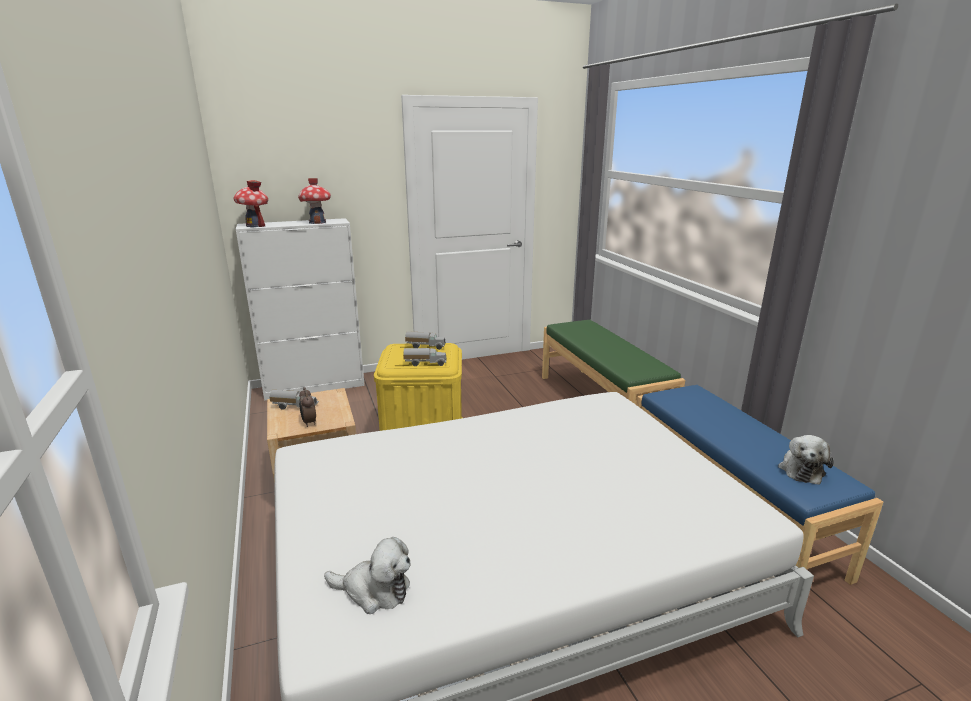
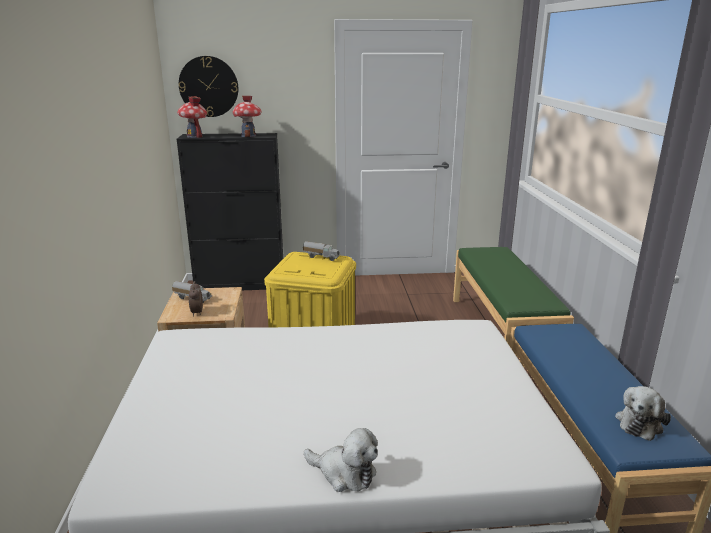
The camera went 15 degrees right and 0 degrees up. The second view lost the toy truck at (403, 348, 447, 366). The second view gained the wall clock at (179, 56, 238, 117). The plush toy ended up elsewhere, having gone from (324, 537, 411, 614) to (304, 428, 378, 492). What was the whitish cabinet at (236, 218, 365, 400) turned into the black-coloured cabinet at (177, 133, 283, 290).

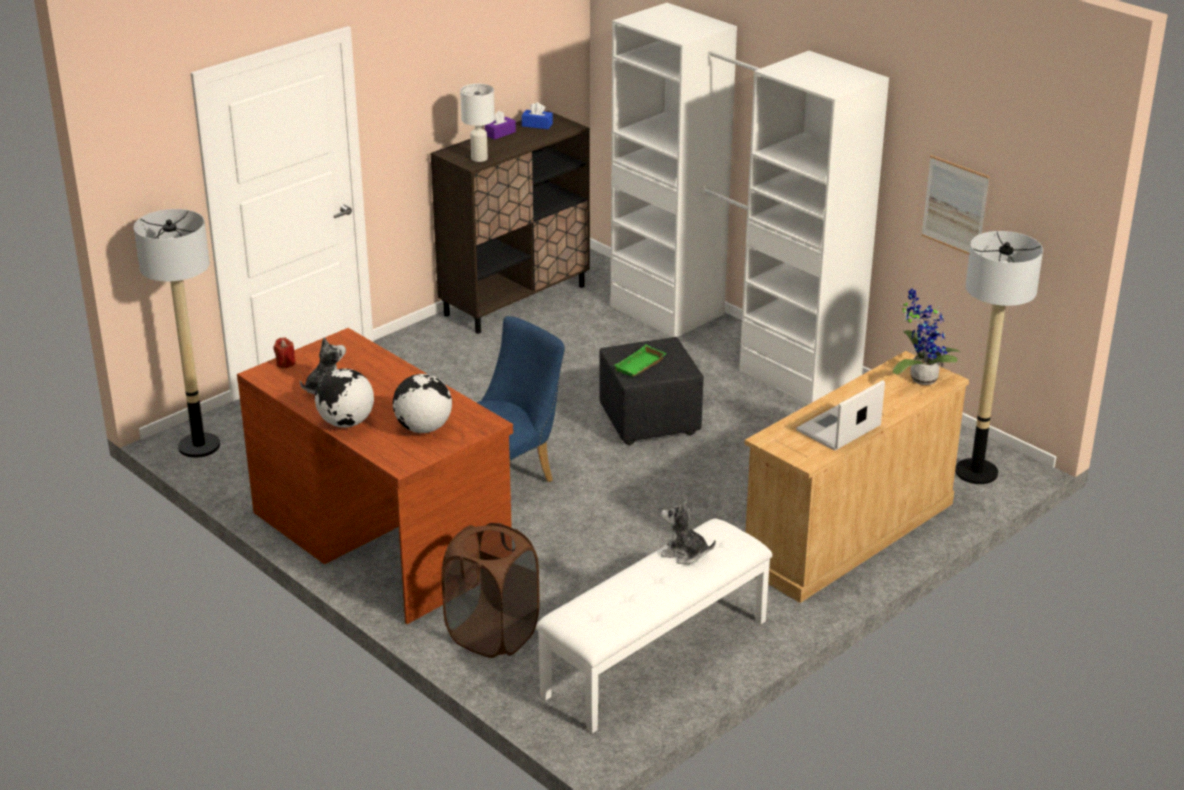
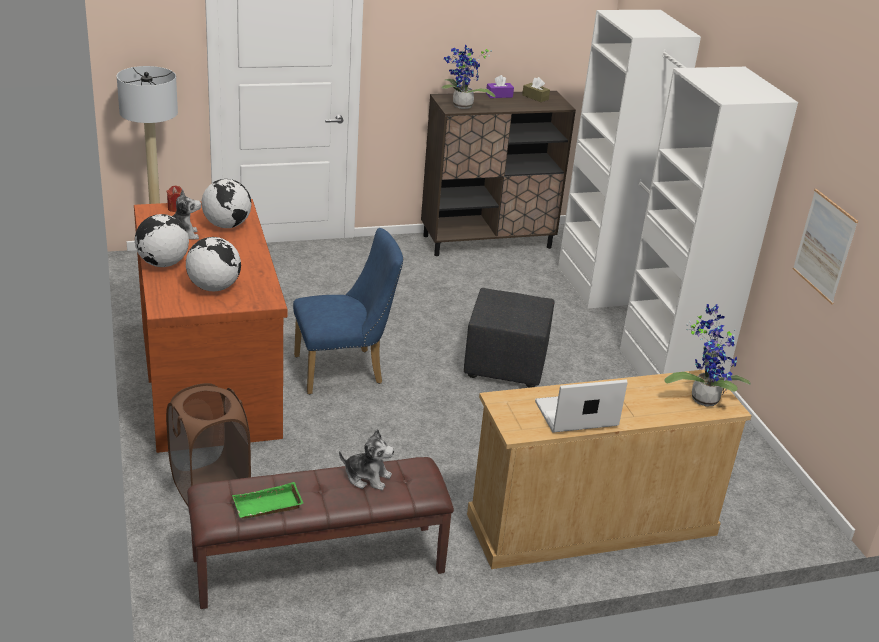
The camera went 25 degrees right and 0 degrees up. The second view lost the standard lamp at (955, 231, 1043, 484). The second view gained the world globe at (201, 179, 251, 228). The green tray ended up elsewhere, having gone from (614, 344, 667, 377) to (232, 482, 304, 519). Where the whitish tabletop lamp stood at (460, 84, 495, 162), the potted plant came to stand at (442, 44, 496, 109). What was the bluish tissue box at (522, 102, 553, 129) turned into the brown-coloured tissue box at (522, 77, 550, 102). What was the whitish long seat at (536, 519, 772, 733) turned into the brown-coloured long seat at (187, 457, 454, 609). The plush toy at (661, 499, 716, 564) ended up facing another way, 150 degrees clockwise from before.

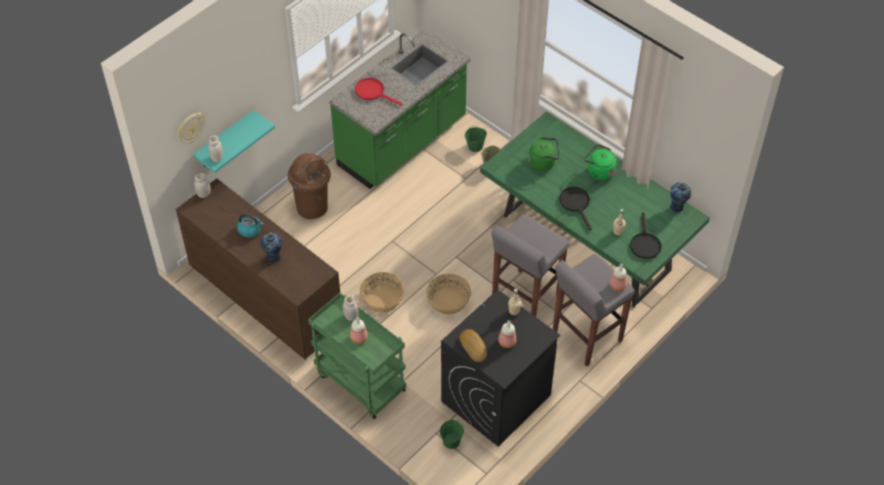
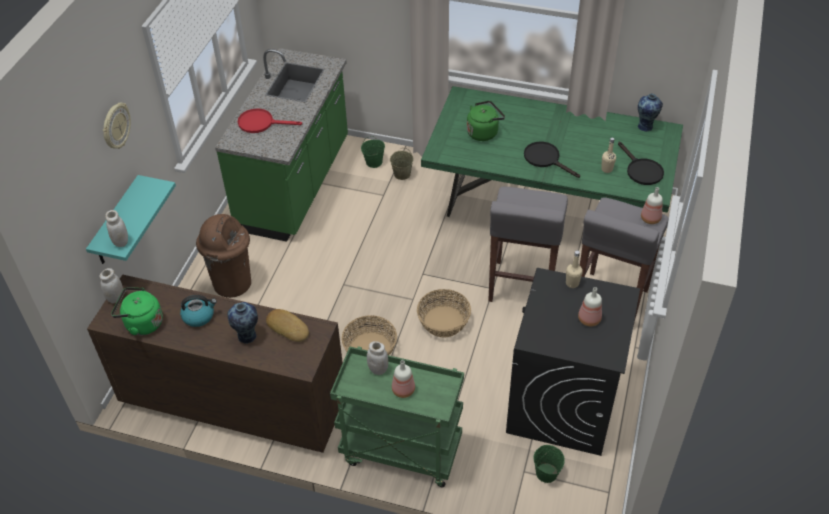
The camera went 25 degrees left and 5 degrees down. The wall clock ended up elsewhere, having gone from (177, 112, 205, 143) to (103, 103, 131, 149). The baked bread ended up elsewhere, having gone from (459, 329, 487, 362) to (266, 309, 309, 342). The green water kettle ended up elsewhere, having gone from (584, 144, 617, 180) to (111, 287, 163, 335).

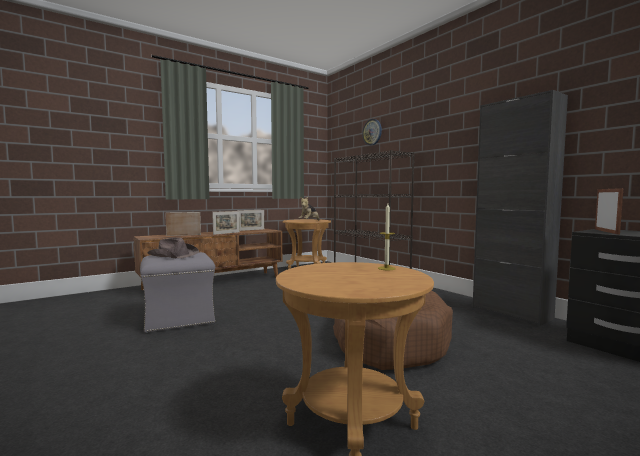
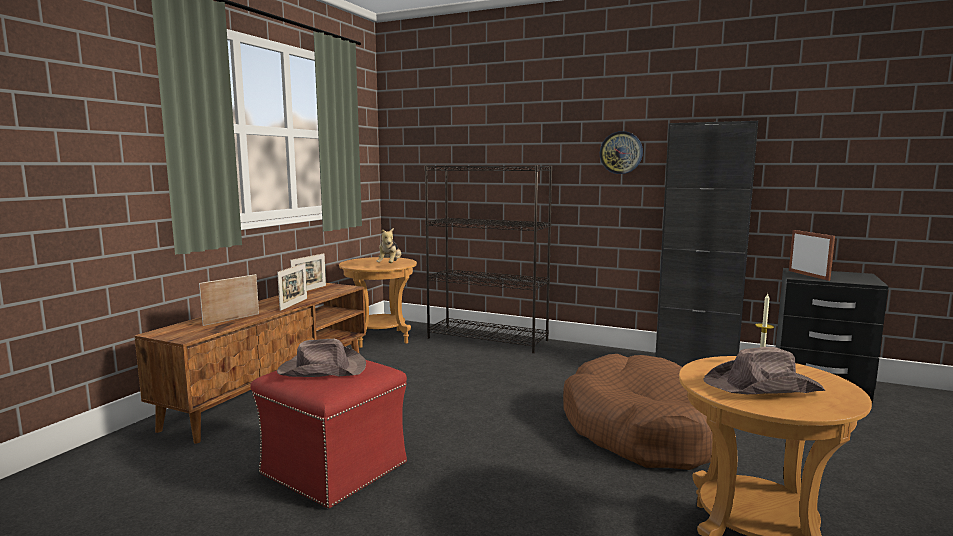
The camera went 30 degrees left and 5 degrees up. The second view gained the brown-coloured wearable hat at (703, 347, 825, 394). The wall clock ended up elsewhere, having gone from (362, 119, 382, 145) to (600, 131, 643, 174). What was the grey ottoman at (140, 252, 216, 333) turned into the reddish ottoman at (250, 360, 407, 509).

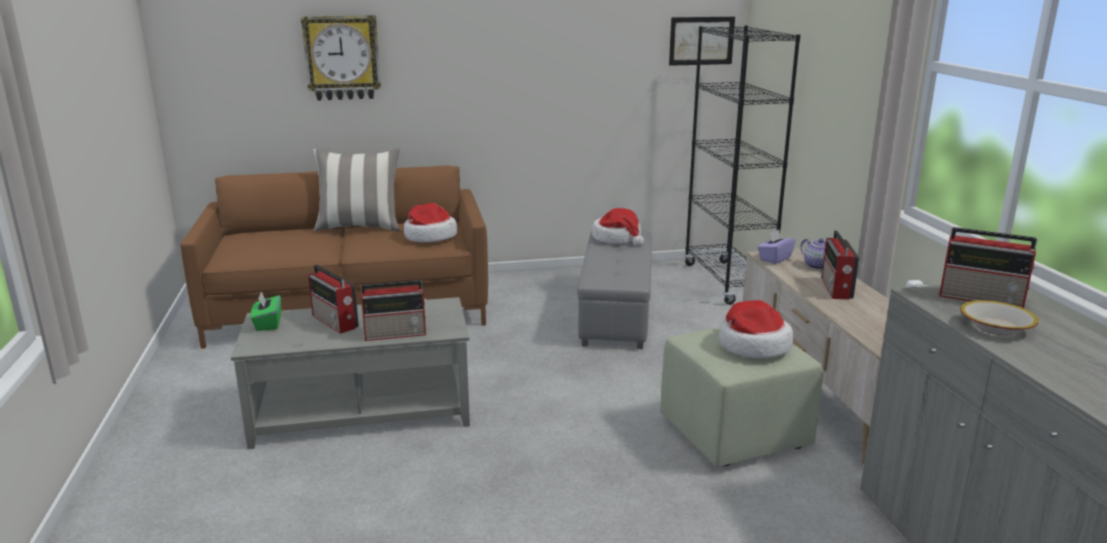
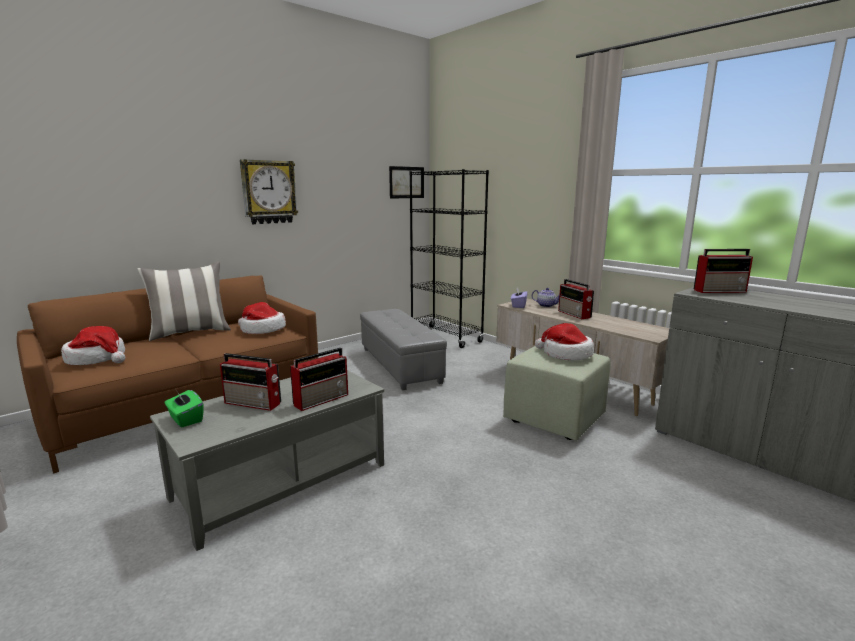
The camera went 30 degrees left and 5 degrees down. The second view lost the deep dish at (960, 300, 1039, 335). The wall clock ended up elsewhere, having gone from (301, 15, 381, 100) to (240, 159, 298, 224). The wearable hat ended up elsewhere, having gone from (592, 208, 644, 247) to (61, 326, 126, 365).

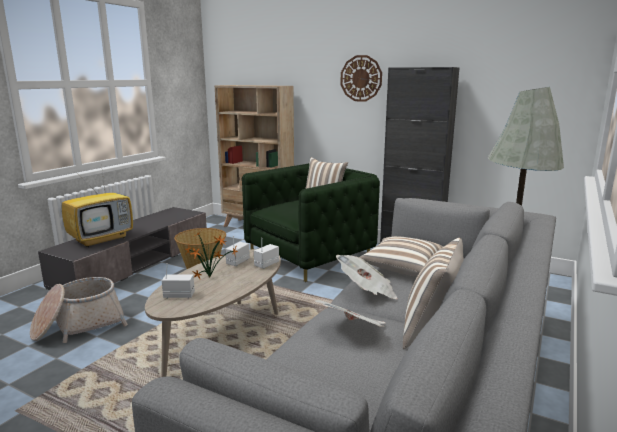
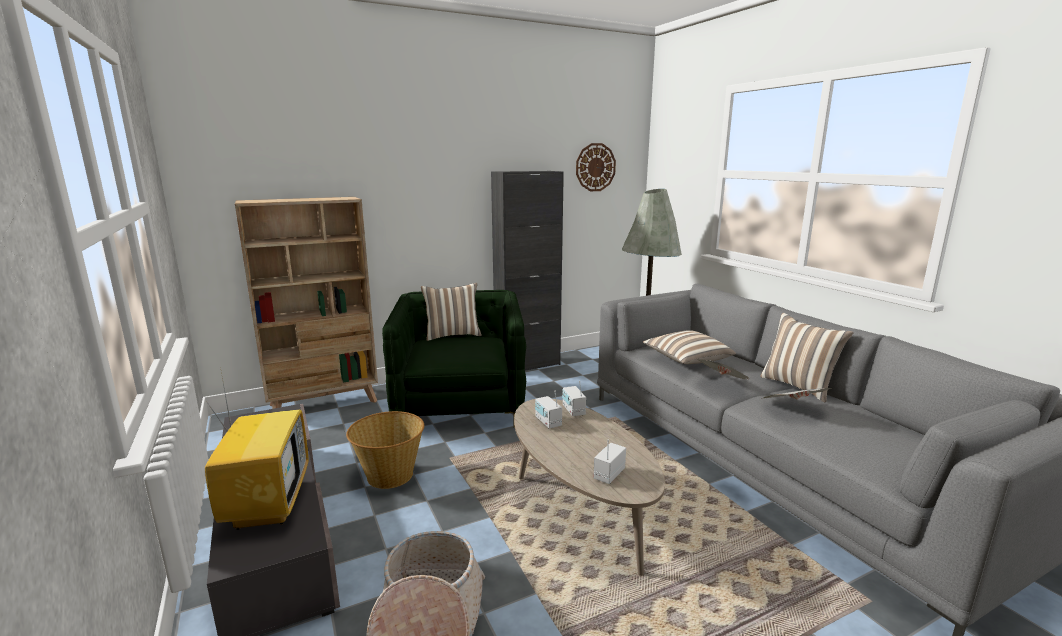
The camera went 55 degrees left and 0 degrees up. The second view lost the potted plant at (186, 233, 238, 279). The wall clock ended up elsewhere, having gone from (340, 55, 382, 102) to (576, 143, 616, 191).

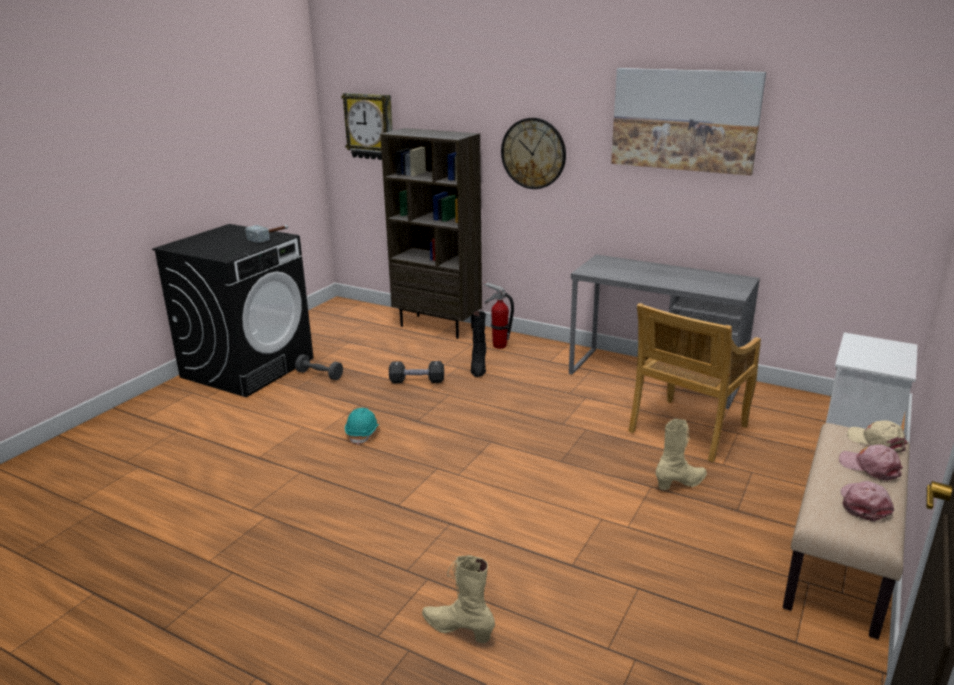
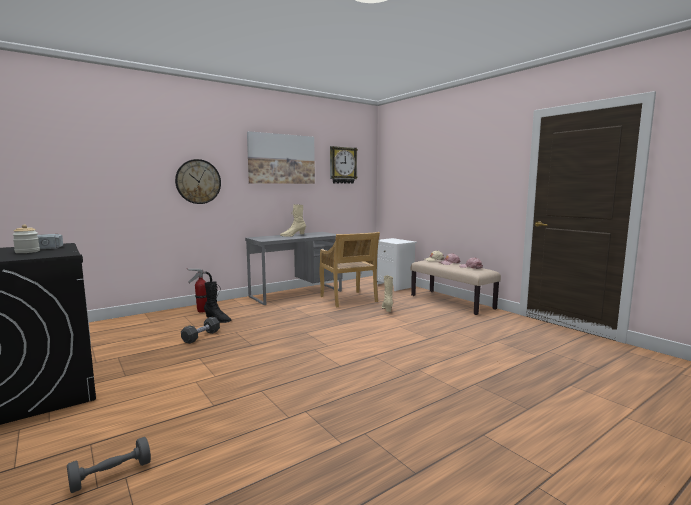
The camera went 65 degrees left and 15 degrees down. The second view lost the turquoise-coloured safety helmet at (345, 408, 379, 445). The second view lost the brown-coloured bookcase at (380, 128, 482, 339). The second view gained the storage jar at (12, 225, 40, 253). The grey hand weight ended up elsewhere, having gone from (295, 354, 343, 380) to (67, 437, 151, 493). The wall clock ended up elsewhere, having gone from (341, 93, 393, 160) to (330, 146, 358, 184). The beige-coloured high-top boot ended up elsewhere, having gone from (422, 555, 495, 643) to (280, 204, 306, 237).

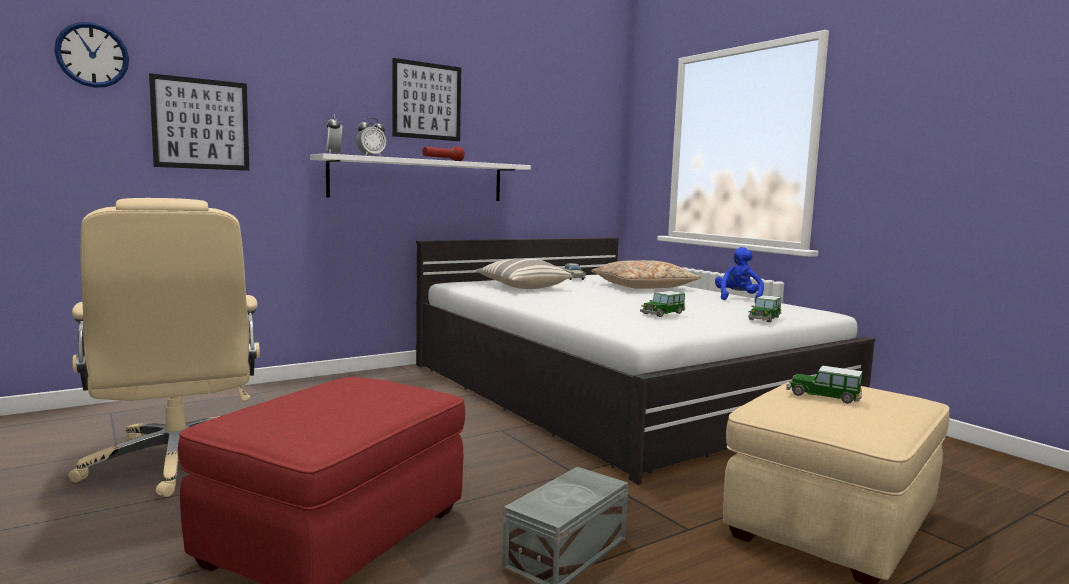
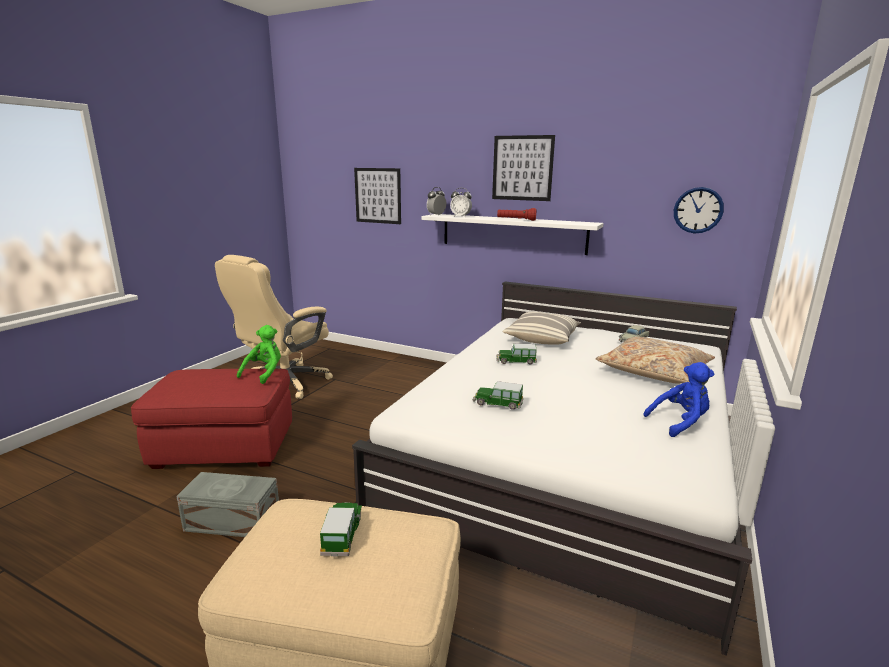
The camera went 60 degrees right and 10 degrees up. The second view gained the green plush toy at (237, 325, 281, 384). The wall clock ended up elsewhere, having gone from (54, 22, 129, 88) to (674, 187, 724, 234). The model car ended up elsewhere, having gone from (748, 295, 782, 322) to (496, 344, 537, 365).

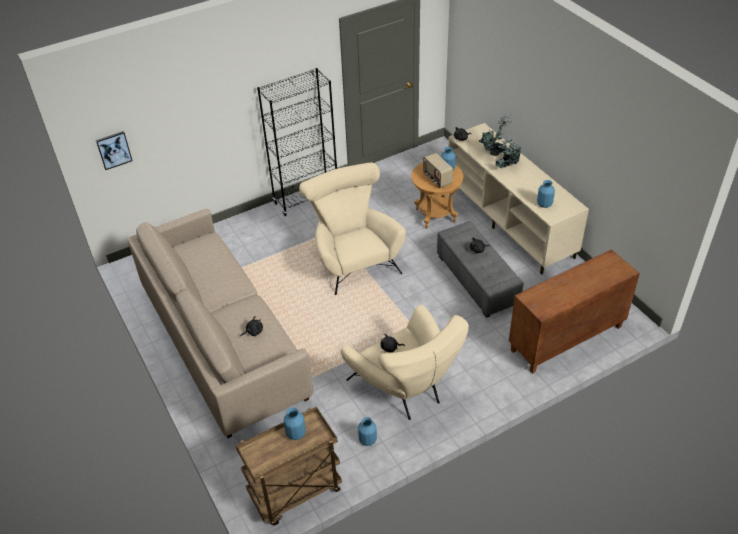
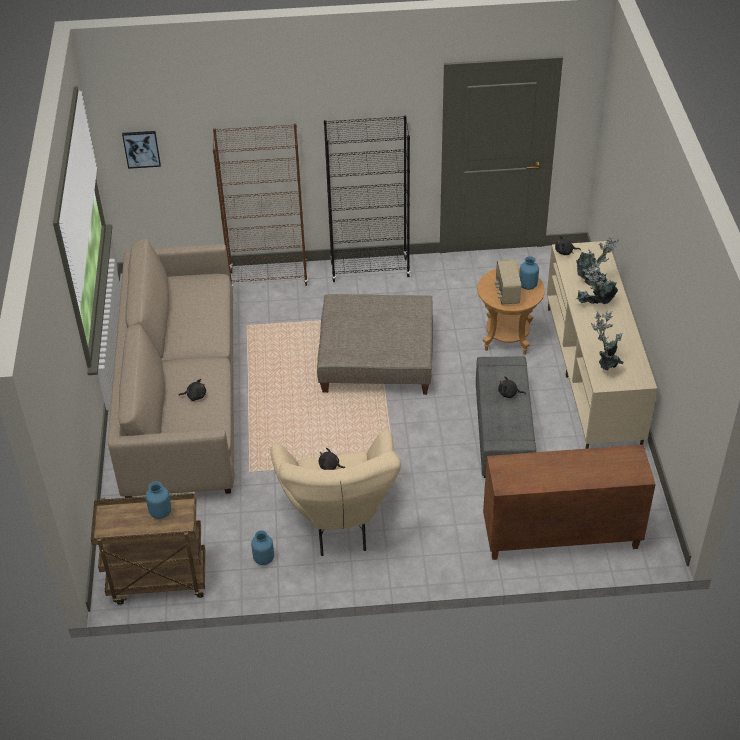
The camera went 25 degrees right and 0 degrees up. The second view gained the brown-coloured bookcase at (213, 124, 308, 290). Where the beige-coloured lounge chair stood at (299, 163, 406, 295), the beige-coloured ottoman came to stand at (317, 294, 433, 395). Where the bluish decorative vase stood at (537, 180, 555, 208), the potted plant came to stand at (591, 311, 624, 371).

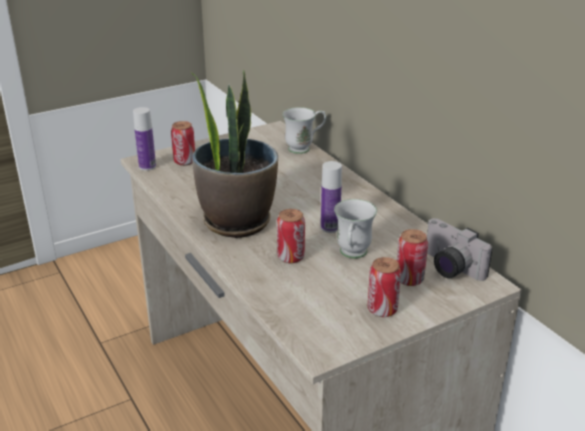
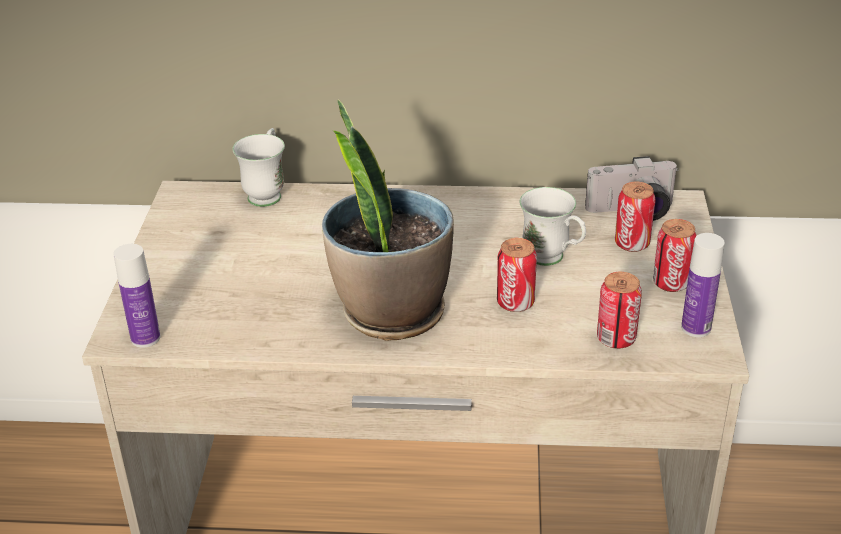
The camera went 55 degrees left and 5 degrees up. The can ended up elsewhere, having gone from (171, 121, 195, 166) to (597, 272, 642, 349). The bottle ended up elsewhere, having gone from (321, 161, 342, 233) to (681, 233, 725, 337).

